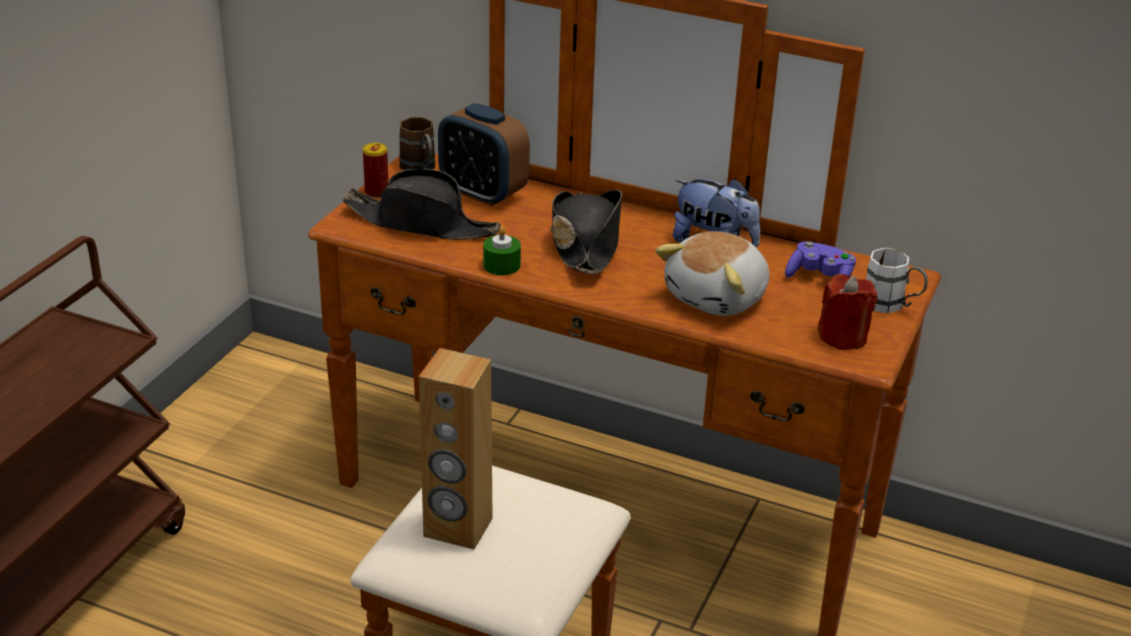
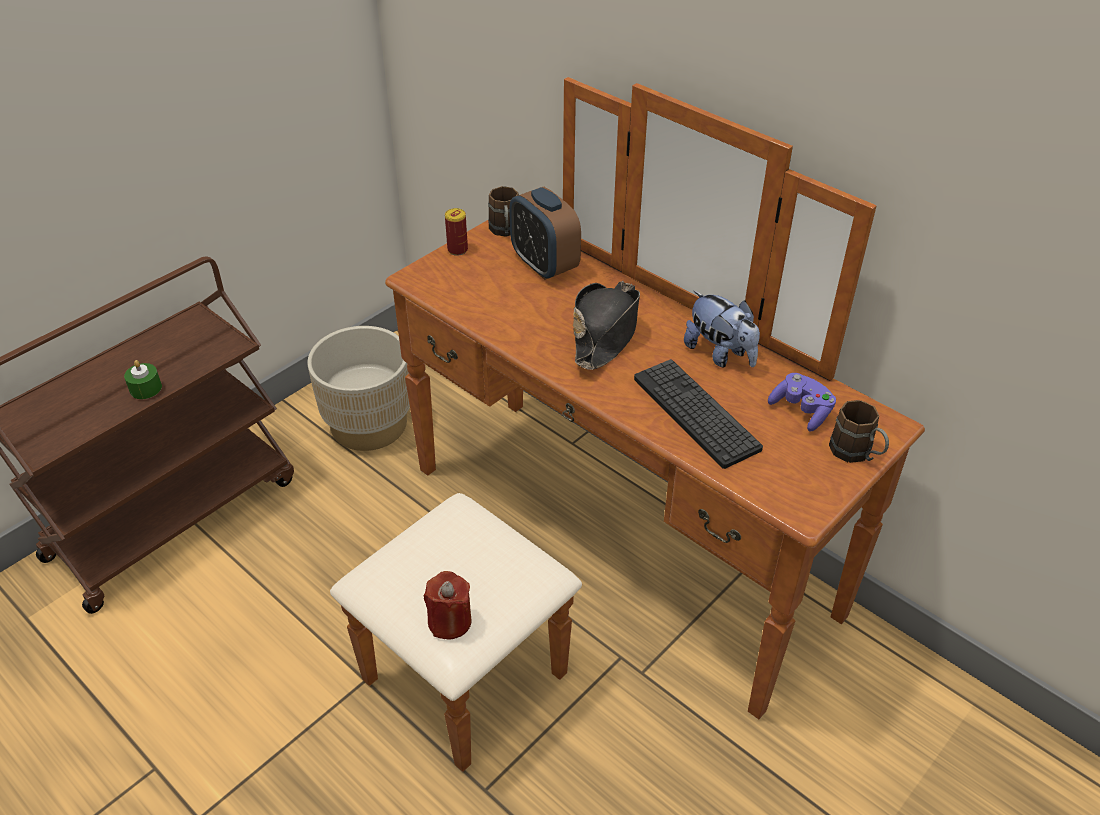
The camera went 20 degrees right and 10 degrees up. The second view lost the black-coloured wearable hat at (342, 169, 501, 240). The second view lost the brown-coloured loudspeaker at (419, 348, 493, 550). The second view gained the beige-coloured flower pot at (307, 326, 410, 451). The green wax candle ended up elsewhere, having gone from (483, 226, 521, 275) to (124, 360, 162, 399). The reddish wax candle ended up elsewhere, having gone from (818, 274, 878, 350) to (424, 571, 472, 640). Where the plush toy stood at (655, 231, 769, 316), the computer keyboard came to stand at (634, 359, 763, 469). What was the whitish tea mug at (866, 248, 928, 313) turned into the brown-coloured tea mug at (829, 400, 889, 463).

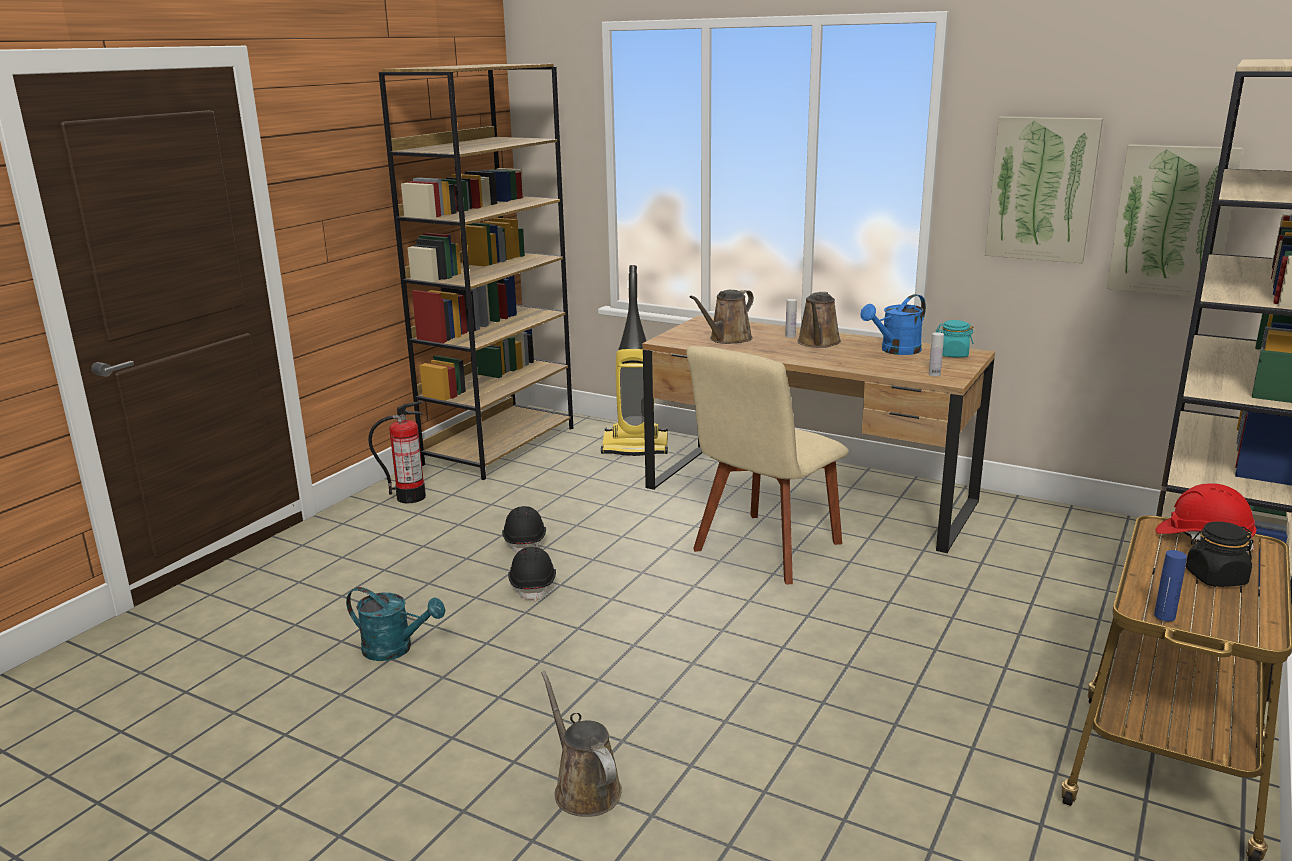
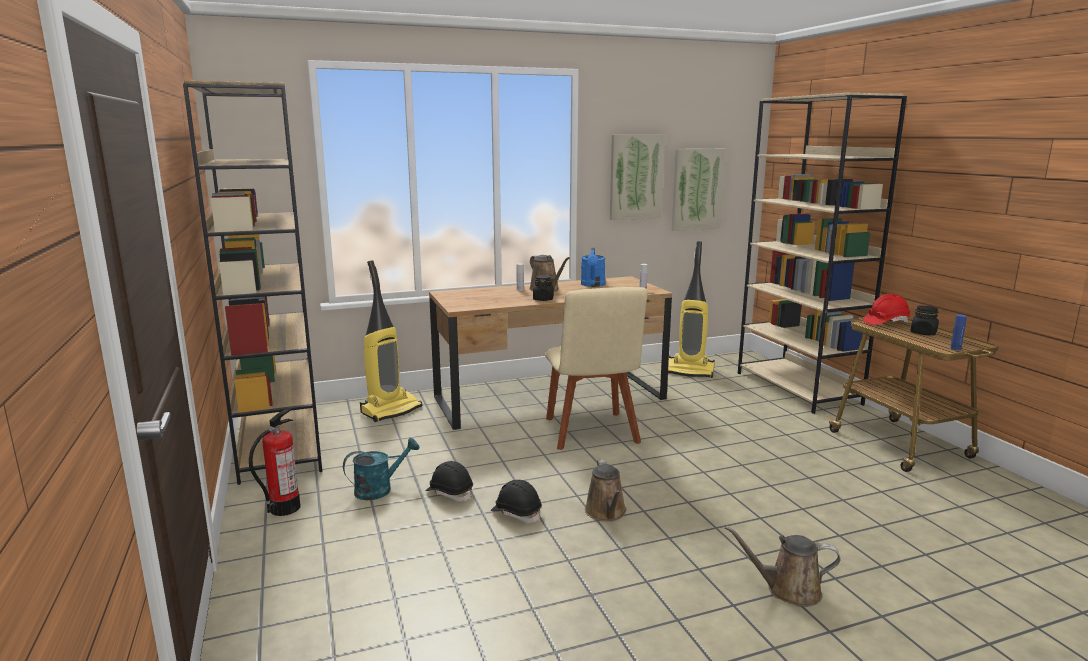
The camera went 50 degrees left and 5 degrees down. The second view lost the turquoise-coloured storage jar at (936, 320, 974, 358). The second view gained the black-coloured storage jar at (533, 275, 554, 301). The second view gained the vacuum at (668, 241, 715, 378). The turquoise-coloured sprinkling can ended up elsewhere, having gone from (346, 587, 445, 661) to (343, 438, 420, 500). The brown-coloured sprinkling can ended up elsewhere, having gone from (690, 290, 754, 344) to (585, 459, 626, 521).

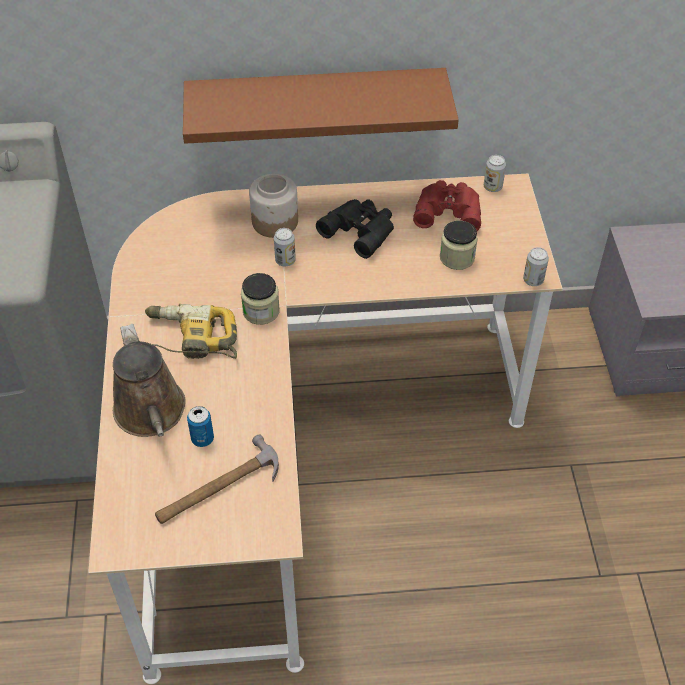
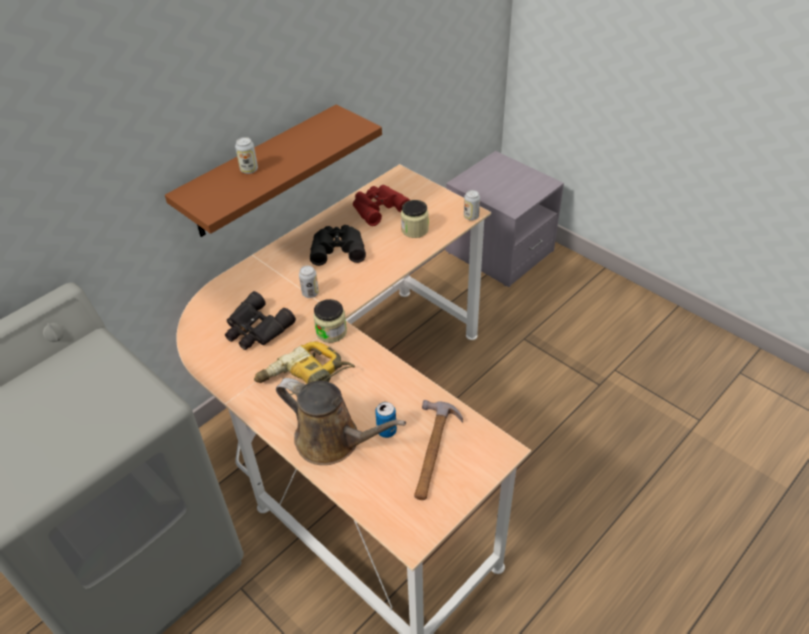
The camera went 40 degrees left and 5 degrees down. The second view lost the storage jar at (249, 174, 298, 238). The second view gained the black-coloured field glasses at (225, 291, 296, 350). The can ended up elsewhere, having gone from (484, 155, 506, 192) to (235, 137, 258, 174).

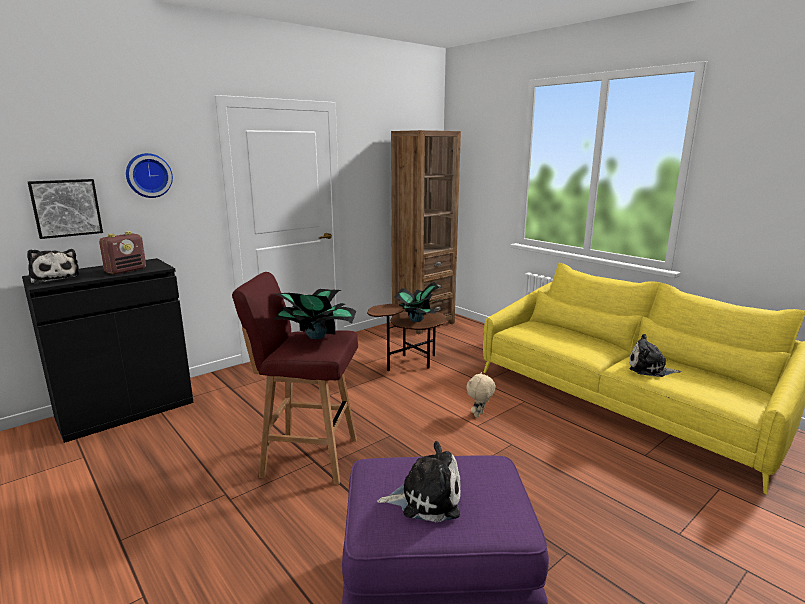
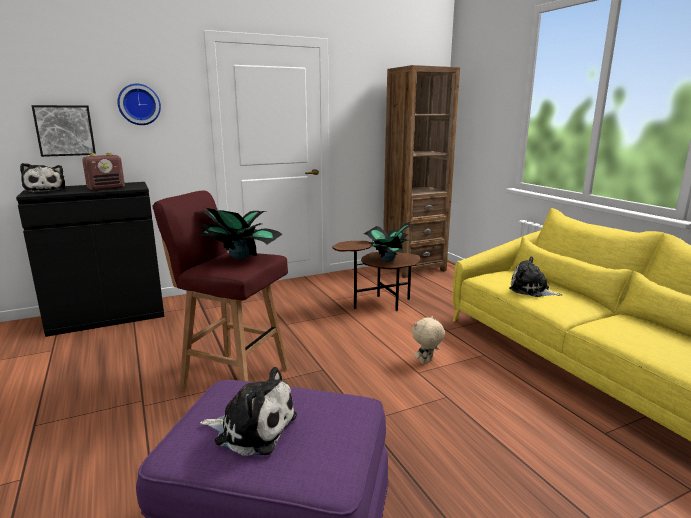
The camera went 15 degrees right and 0 degrees up. The plush toy ended up elsewhere, having gone from (629, 334, 681, 377) to (509, 256, 562, 297).

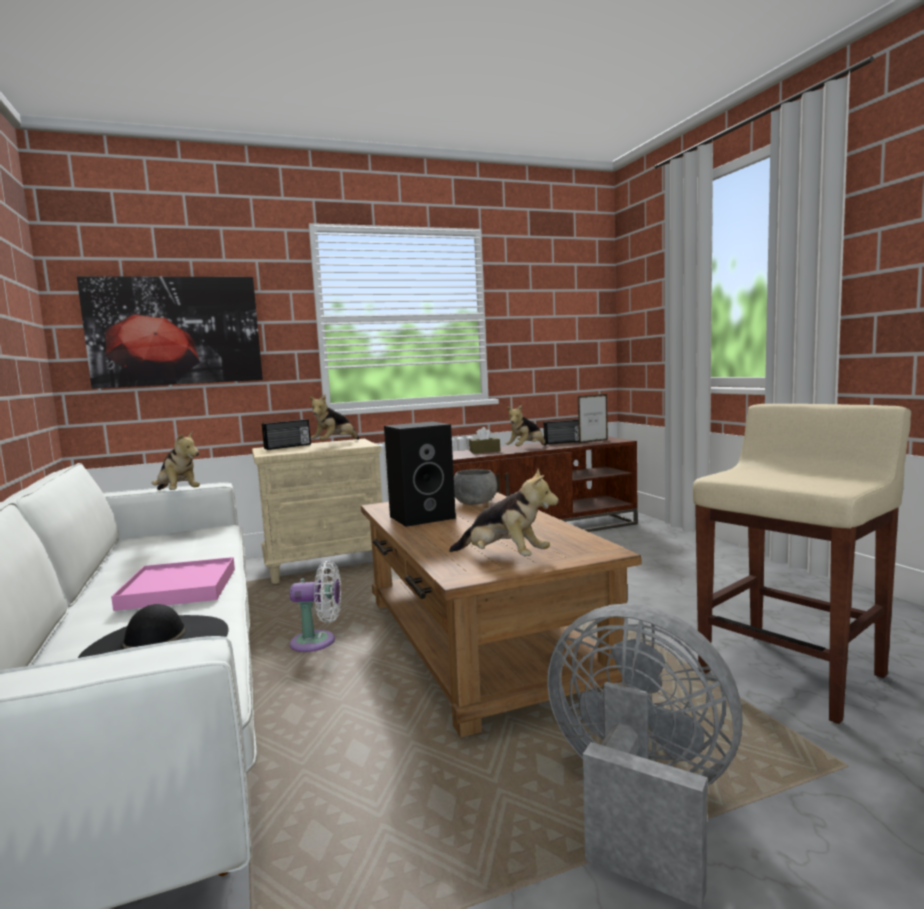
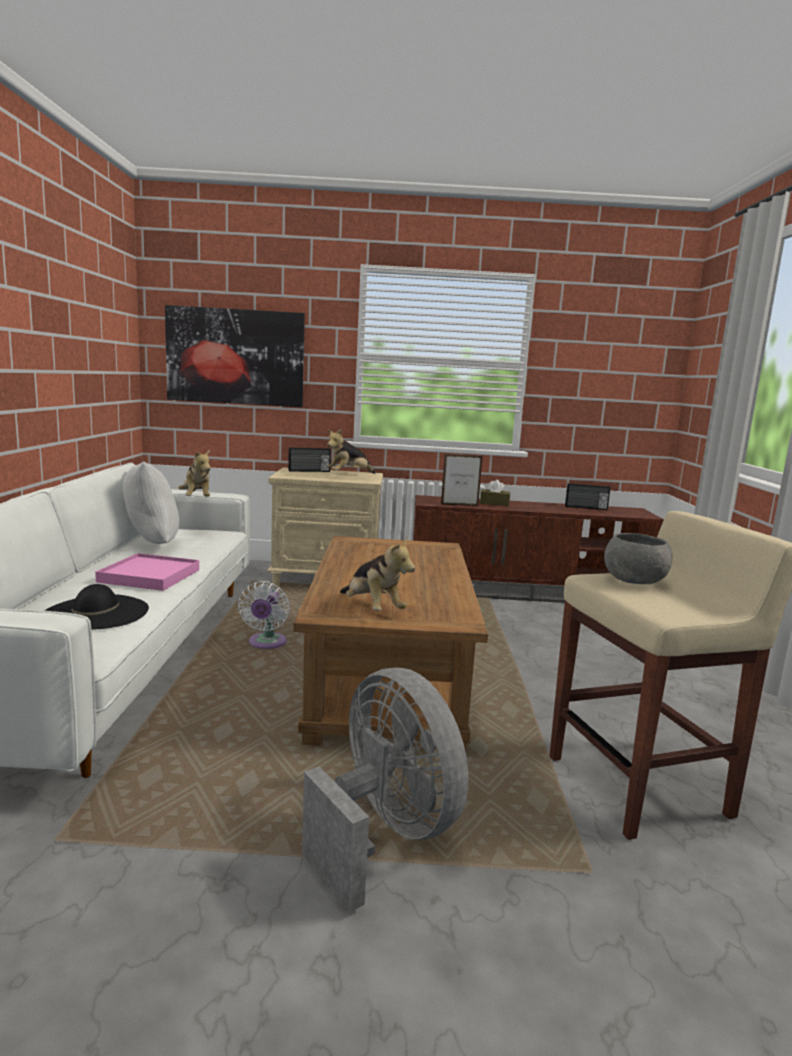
The camera went 20 degrees right and 5 degrees up. The second view lost the black-coloured loudspeaker at (384, 421, 456, 527). The second view lost the plush toy at (506, 405, 546, 446). The second view gained the whitish pillow at (123, 461, 179, 544). The grey deep dish ended up elsewhere, having gone from (454, 469, 497, 505) to (604, 533, 672, 584). The picture frame ended up elsewhere, having gone from (578, 394, 608, 443) to (441, 454, 483, 506). The whitish cooling fan at (290, 561, 341, 652) ended up facing another way, 75 degrees clockwise from before.

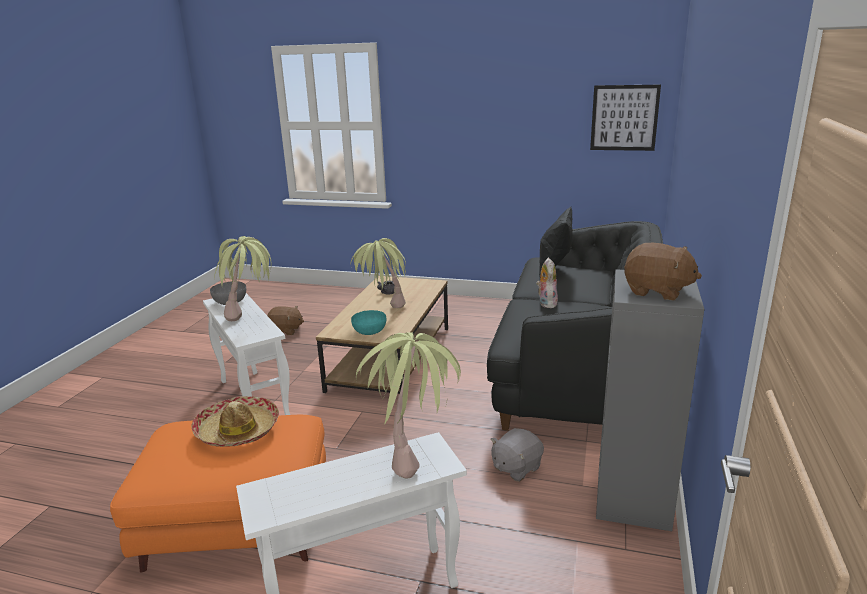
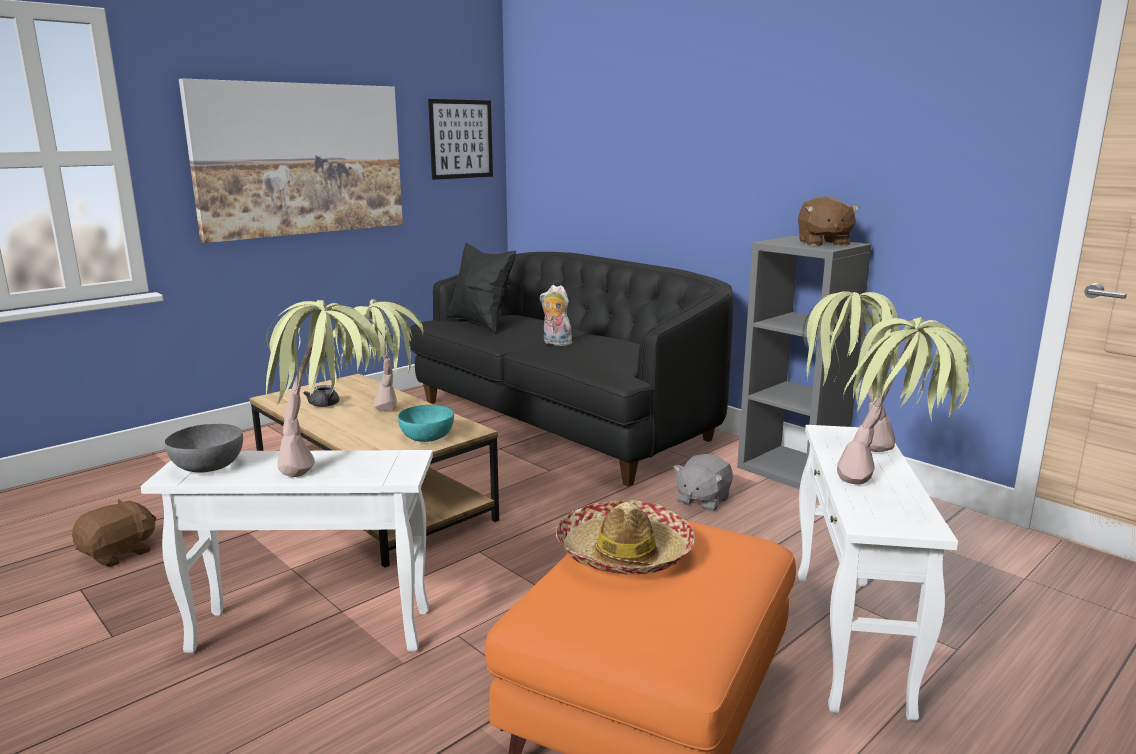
The camera went 60 degrees left and 5 degrees down. The second view gained the wall art at (179, 79, 403, 243). The second view gained the potted plant at (837, 317, 974, 484). The grey plush toy at (491, 428, 544, 482) ended up facing another way, 45 degrees clockwise from before. The brown-coloured plush toy at (624, 243, 702, 301) ended up facing another way, 120 degrees clockwise from before.

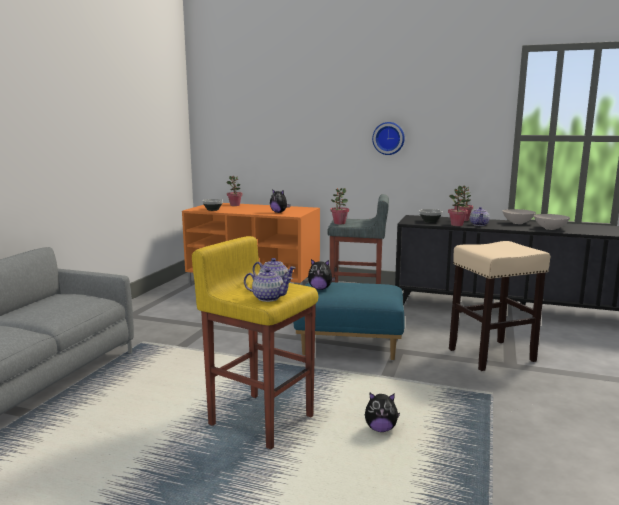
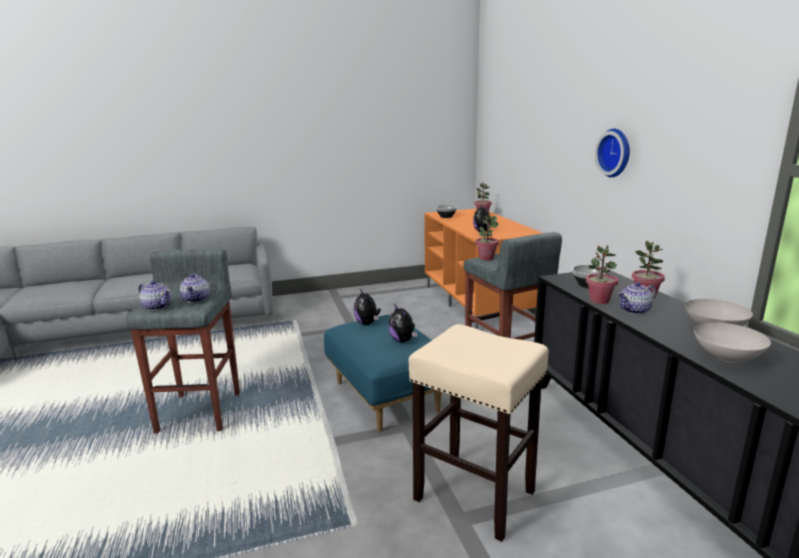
The camera went 55 degrees right and 5 degrees up. The plush toy ended up elsewhere, having gone from (365, 393, 400, 432) to (388, 304, 418, 343). What was the yellow-coloured sitting stool at (192, 236, 318, 449) turned into the grey sitting stool at (127, 249, 240, 434). The tea pot at (244, 268, 293, 302) ended up facing another way, 45 degrees counterclockwise from before.

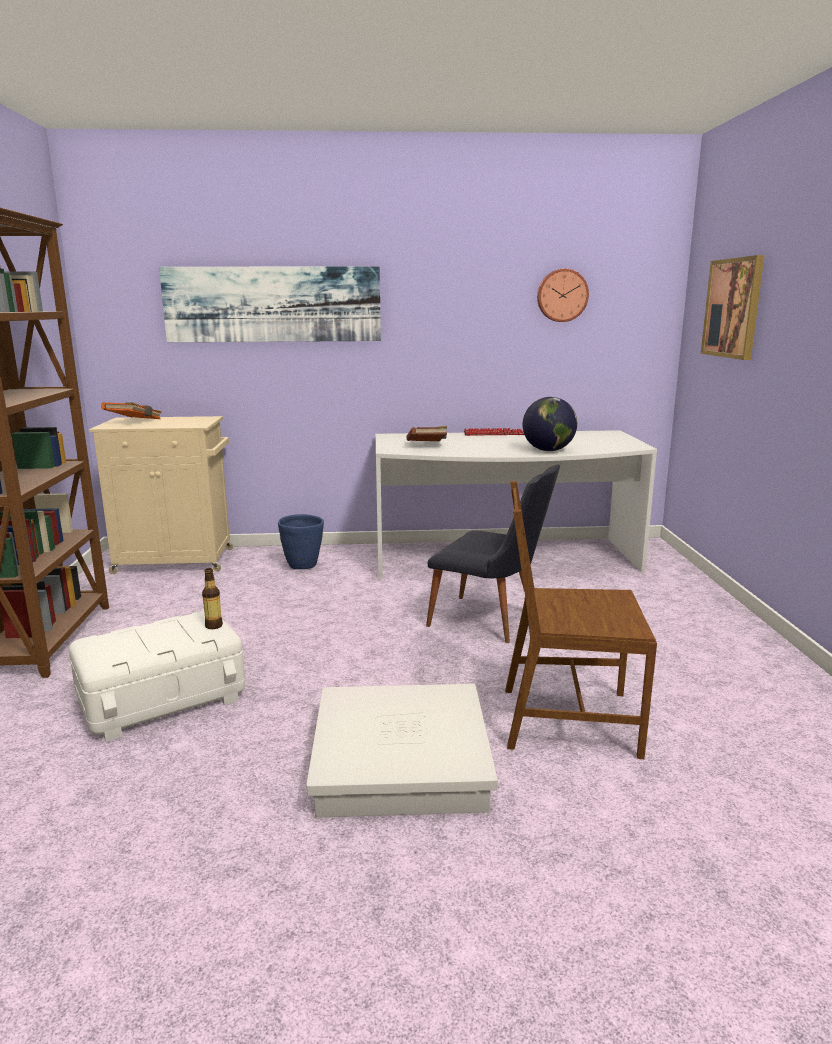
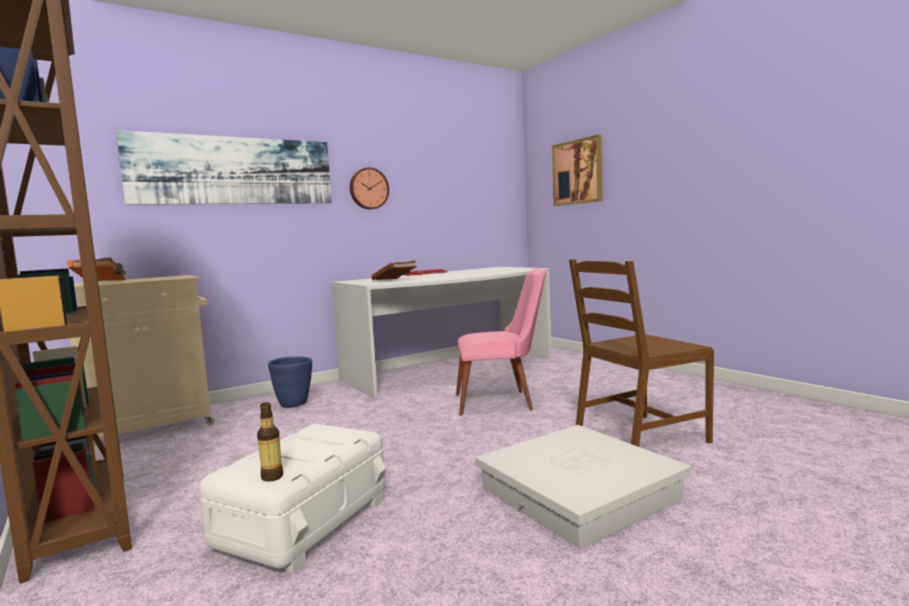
The camera went 30 degrees left and 10 degrees down. The second view lost the world globe at (522, 397, 577, 451). The bottle ended up elsewhere, having gone from (202, 568, 223, 629) to (257, 403, 283, 482). The wall clock ended up elsewhere, having gone from (537, 269, 589, 322) to (350, 167, 389, 210). What was the black-coloured plain chair at (426, 465, 560, 643) turned into the pink-coloured plain chair at (456, 268, 546, 416).

